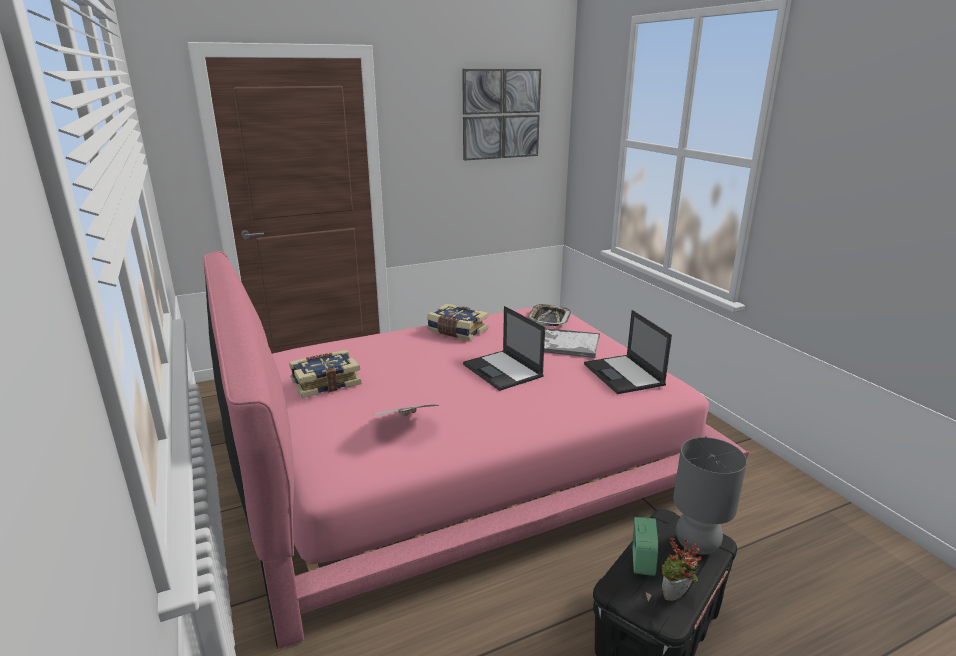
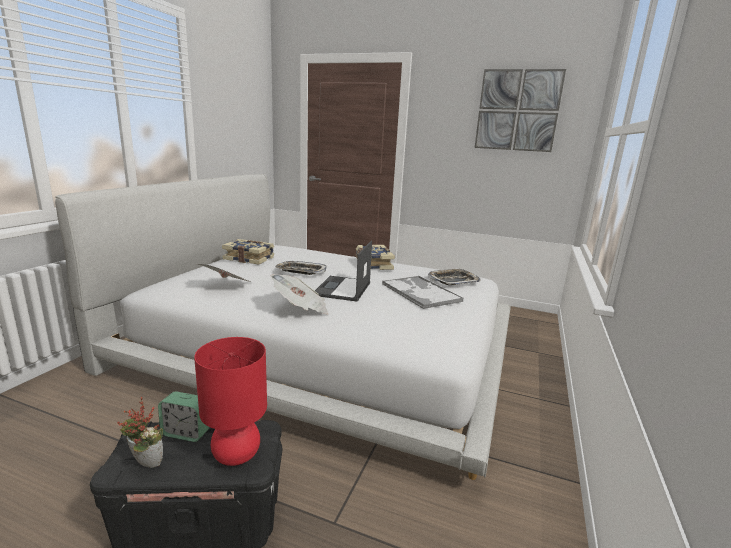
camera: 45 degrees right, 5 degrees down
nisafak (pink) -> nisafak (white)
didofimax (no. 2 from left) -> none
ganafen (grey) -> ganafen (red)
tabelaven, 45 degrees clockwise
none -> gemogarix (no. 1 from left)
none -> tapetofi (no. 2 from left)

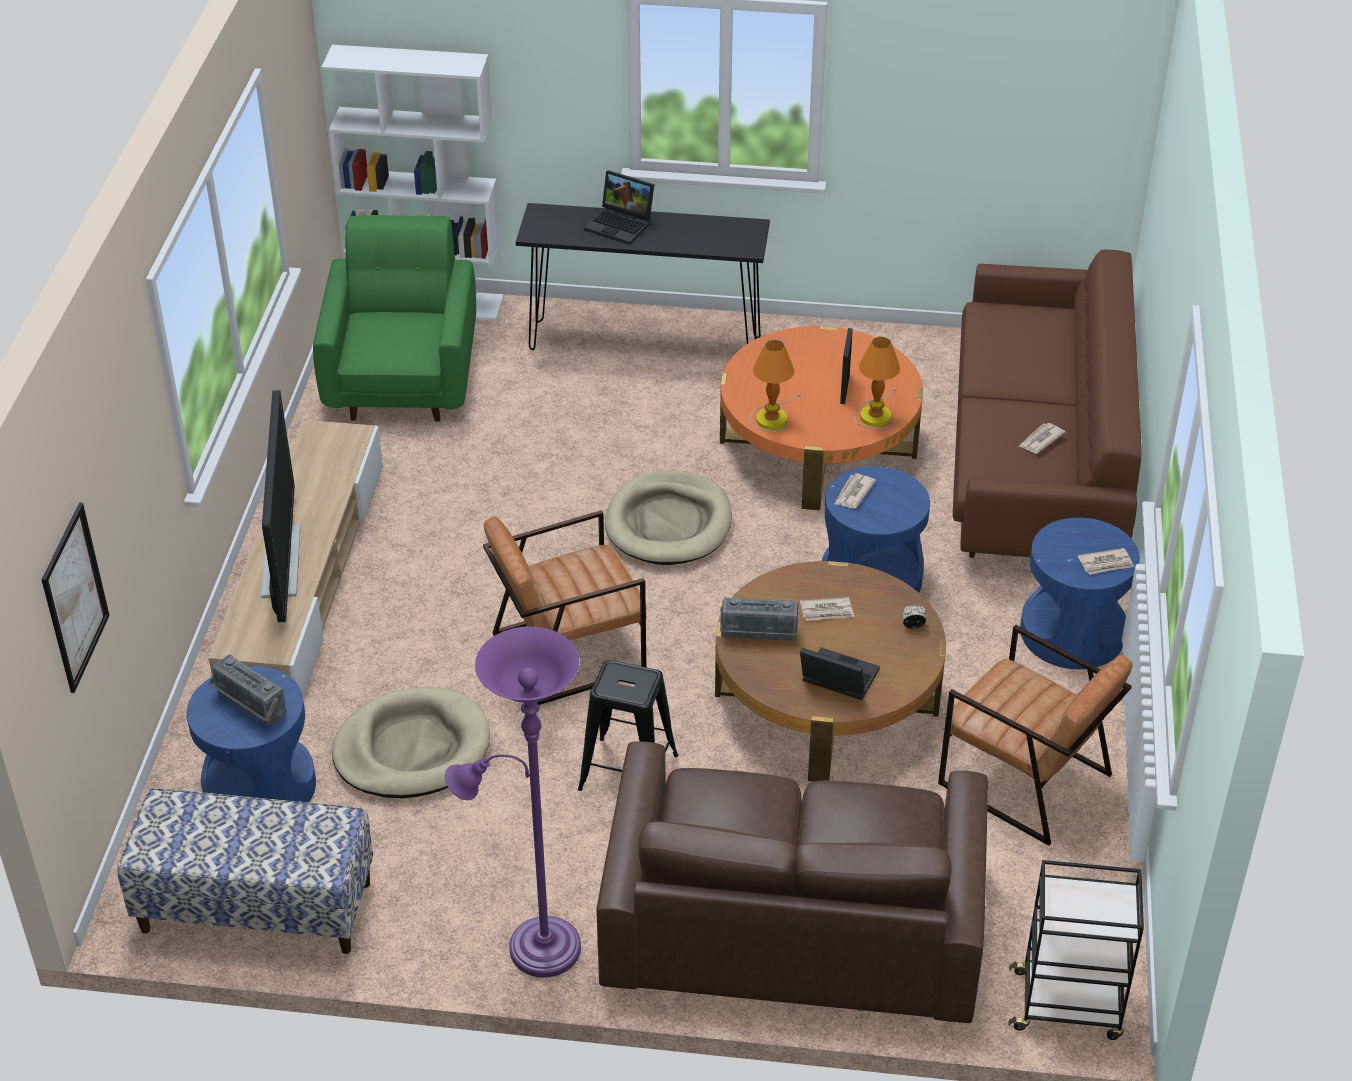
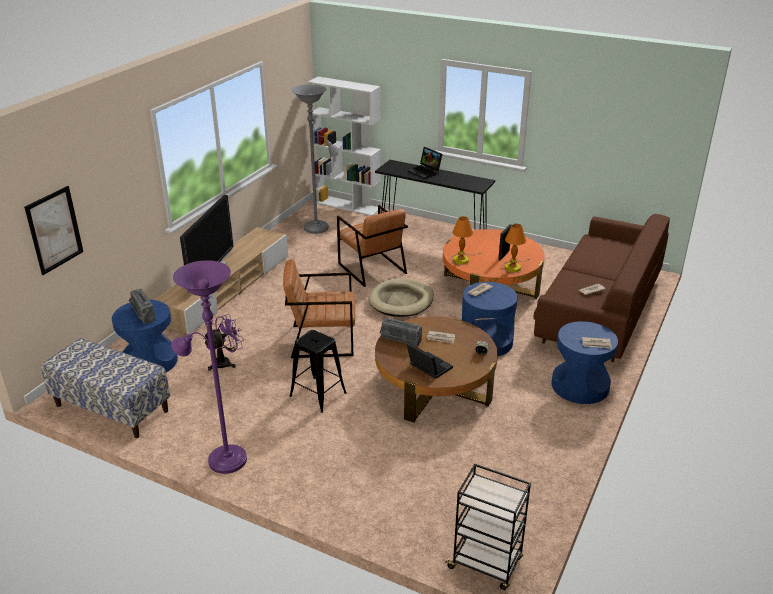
camera: 20 degrees right, 10 degrees down
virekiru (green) -> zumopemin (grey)
virekiru (brown) (no. 2 from left), relocated
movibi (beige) (no. 1 from left) -> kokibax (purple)
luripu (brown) (no. 1 from left) -> none

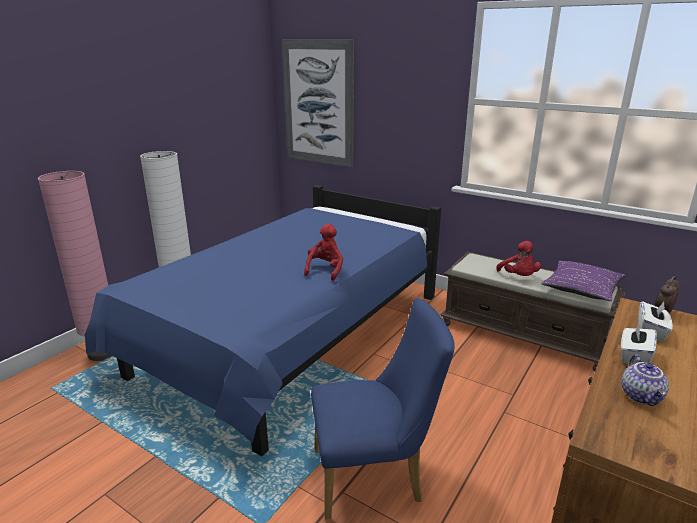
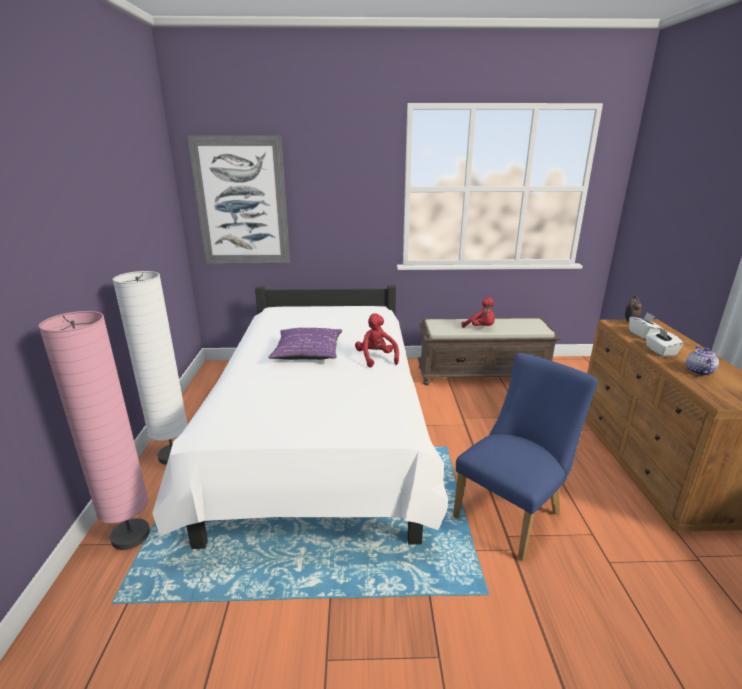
camera: 35 degrees left, 0 degrees up
nisafak (blue) -> nisafak (white)
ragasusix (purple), relocated
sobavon, 135 degrees counterclockwise

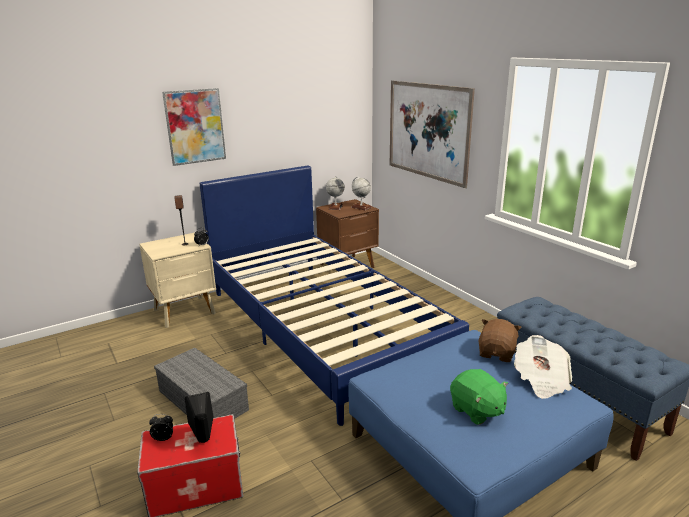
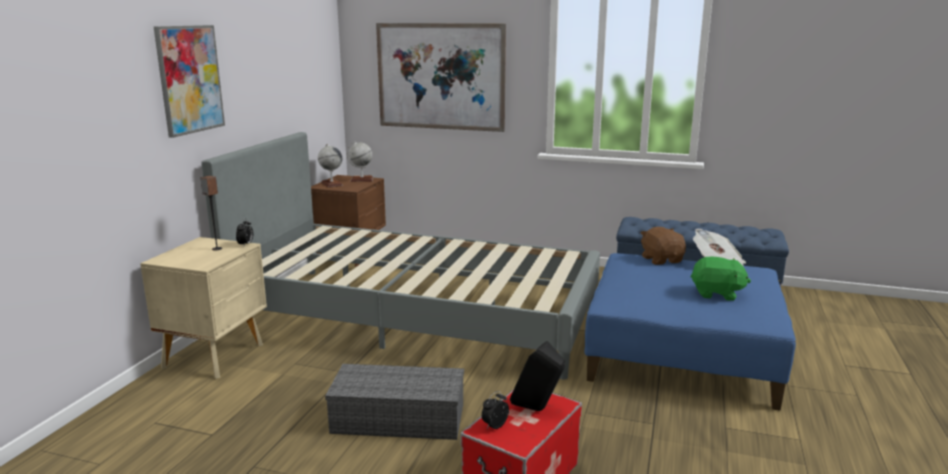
camera: 40 degrees left, 5 degrees down
nisafak (blue) -> nisafak (grey)

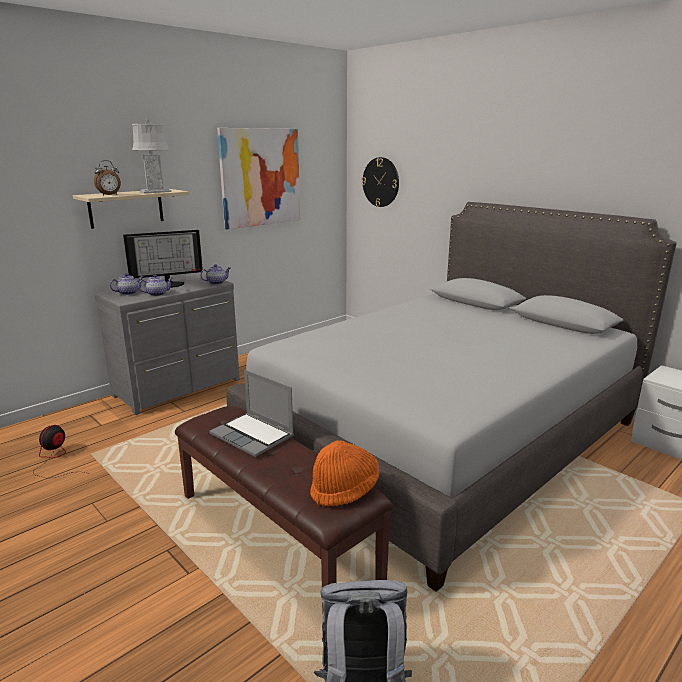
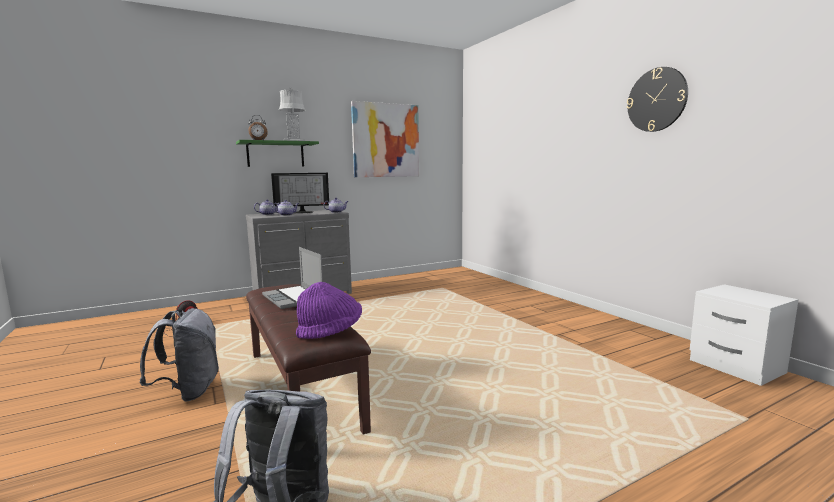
camera: 15 degrees right, 10 degrees down
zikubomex, relocated
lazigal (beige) -> lazigal (green)
nisafak (grey) -> none
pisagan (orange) -> pisagan (purple)
none -> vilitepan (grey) (no. 1 from left)

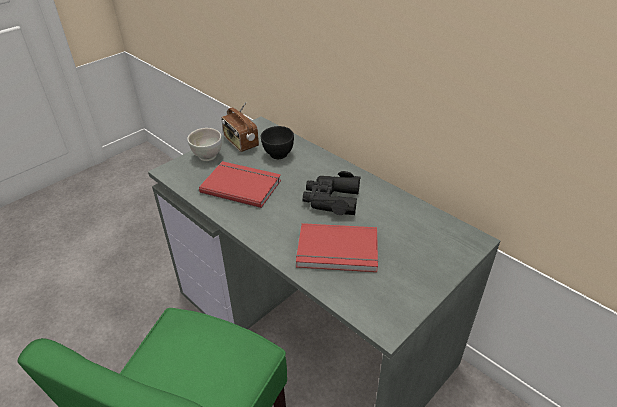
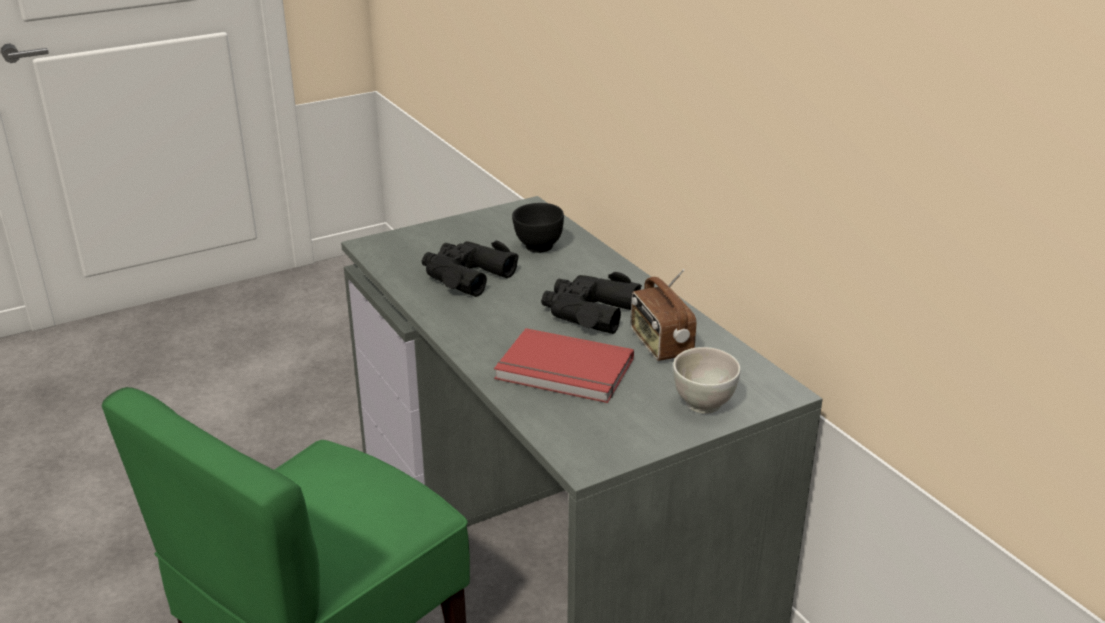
camera: 15 degrees right, 10 degrees down
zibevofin, relocated
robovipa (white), relocated
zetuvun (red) (no. 1 from left) -> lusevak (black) (no. 1 from left)

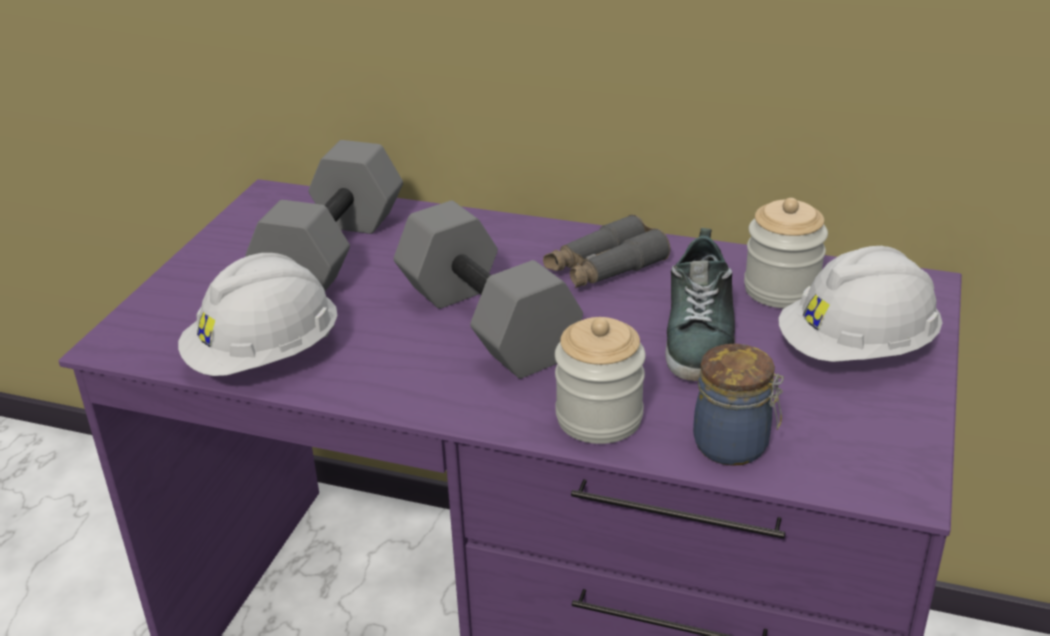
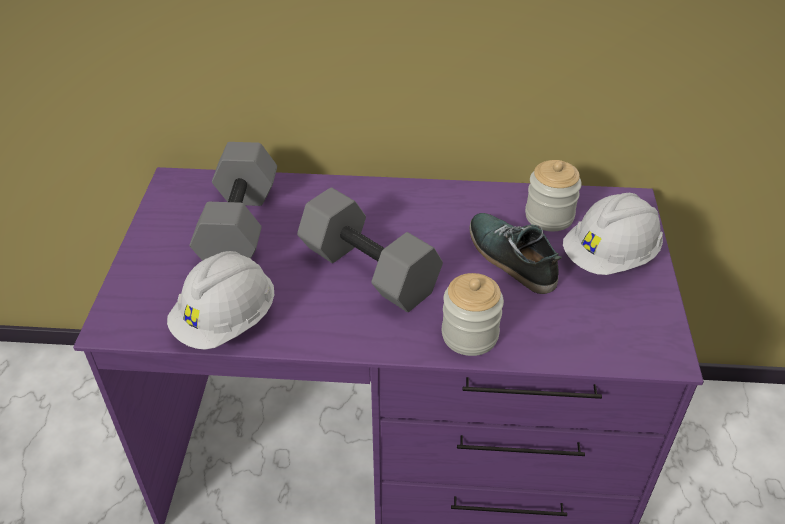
camera: 15 degrees left, 10 degrees up
lusevak (grey) -> none
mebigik, 150 degrees clockwise
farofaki (no. 2 from left) -> none

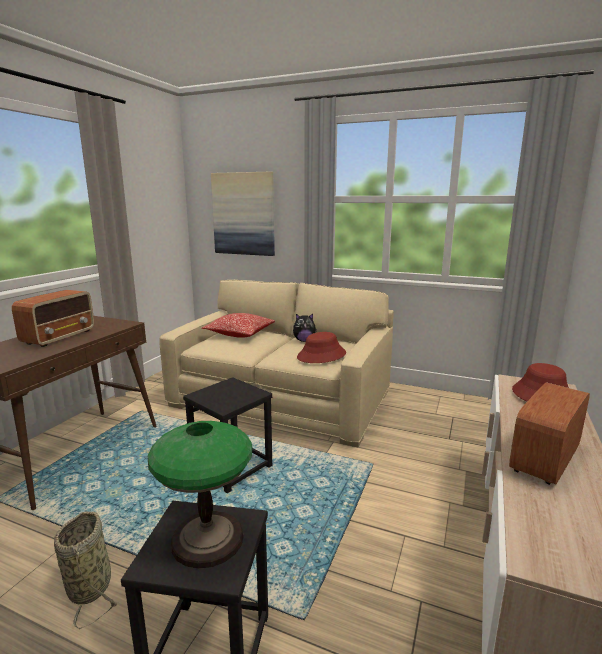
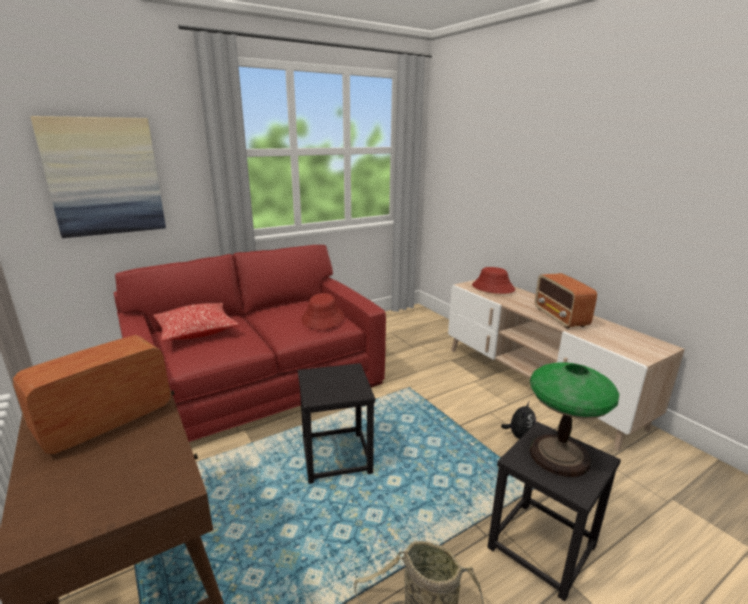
camera: 55 degrees left, 5 degrees up
luripu (beige) -> luripu (red)
zibevofin (no. 1 from left), 105 degrees counterclockwise
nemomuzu, relocated

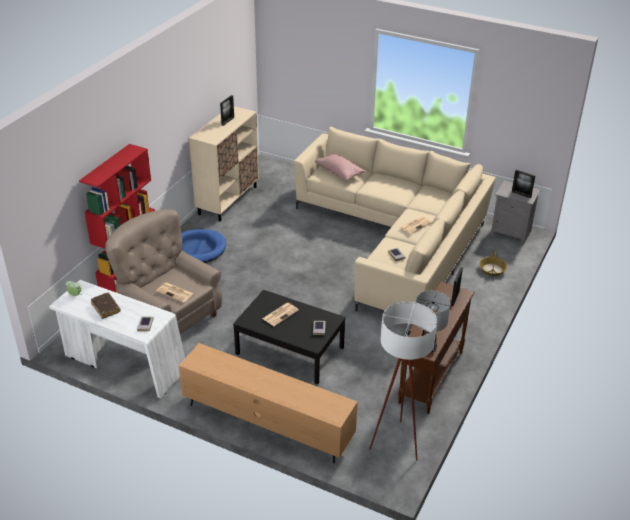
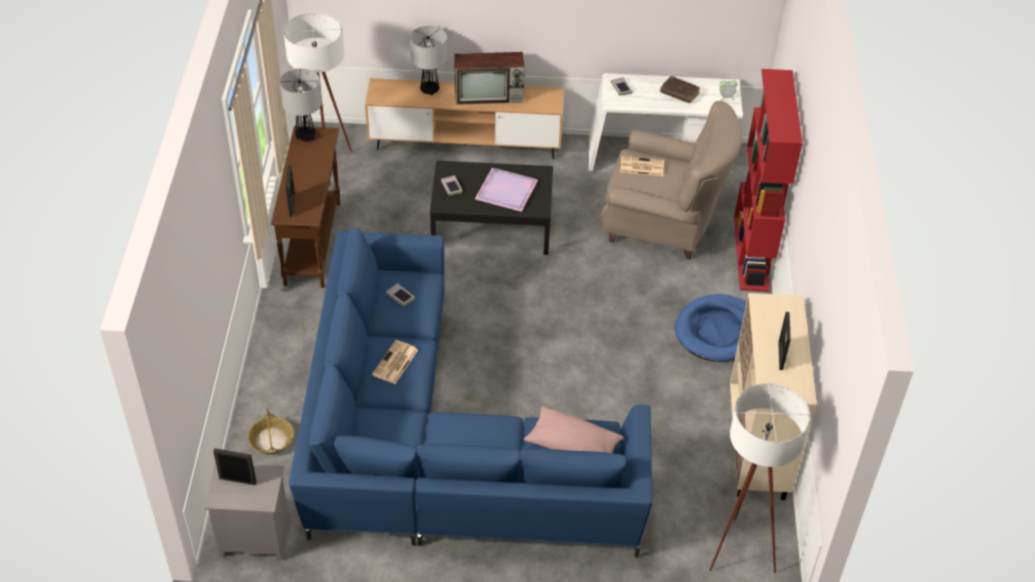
camera: 155 degrees right, 10 degrees up
luripu (beige) -> luripu (blue)
tapetofi (no. 2 from left) -> gemogarix (purple)
none -> ganafen (no. 2 from left)
none -> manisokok
none -> zumopemin (white) (no. 2 from left)

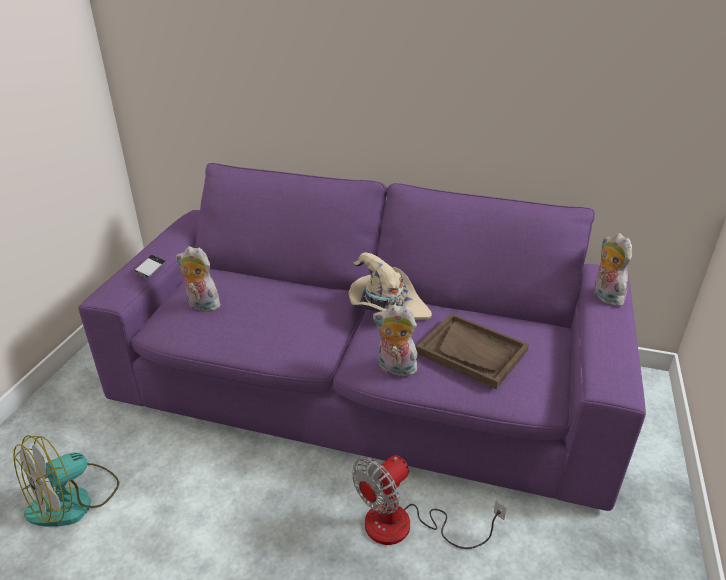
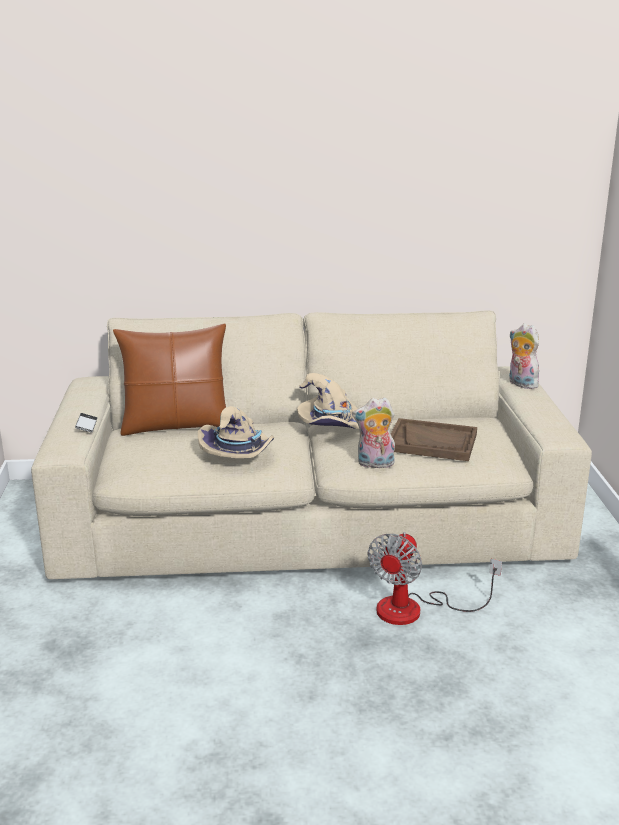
camera: 20 degrees left, 10 degrees down
luripu (purple) -> luripu (beige)
nemomuzu (no. 1 from left) -> none
kokibax (no. 1 from left) -> none
none -> ragasusix (brown)
none -> pisagan (beige) (no. 1 from left)

